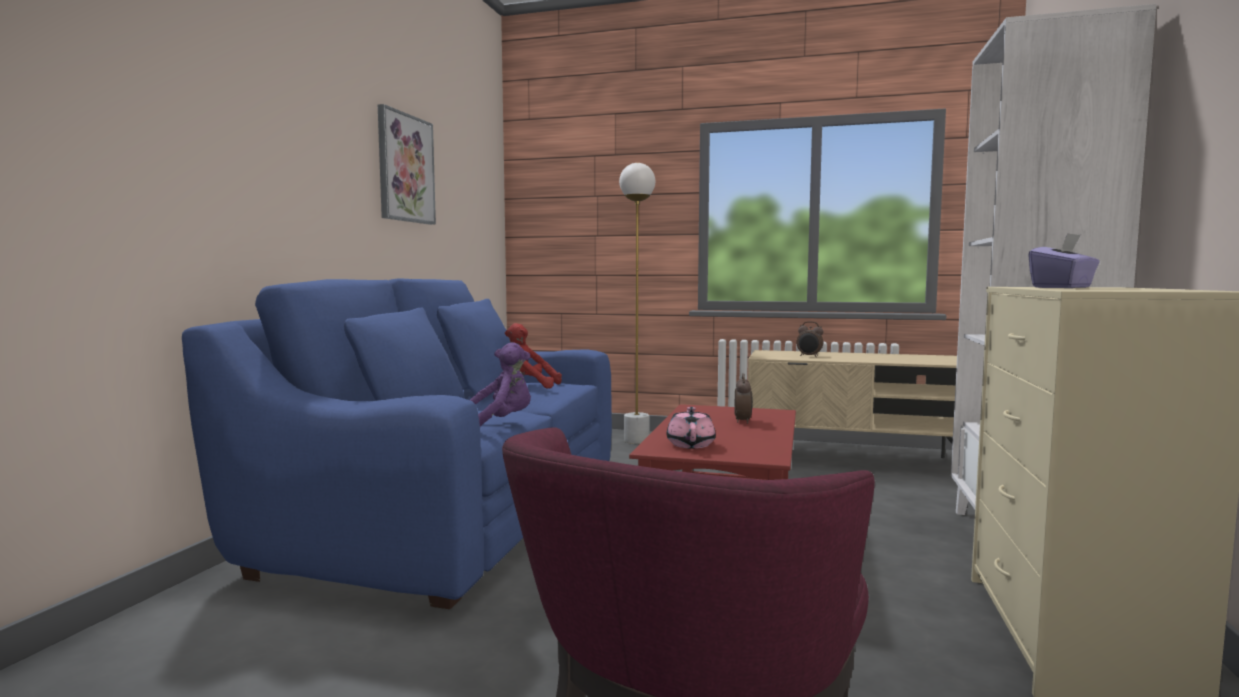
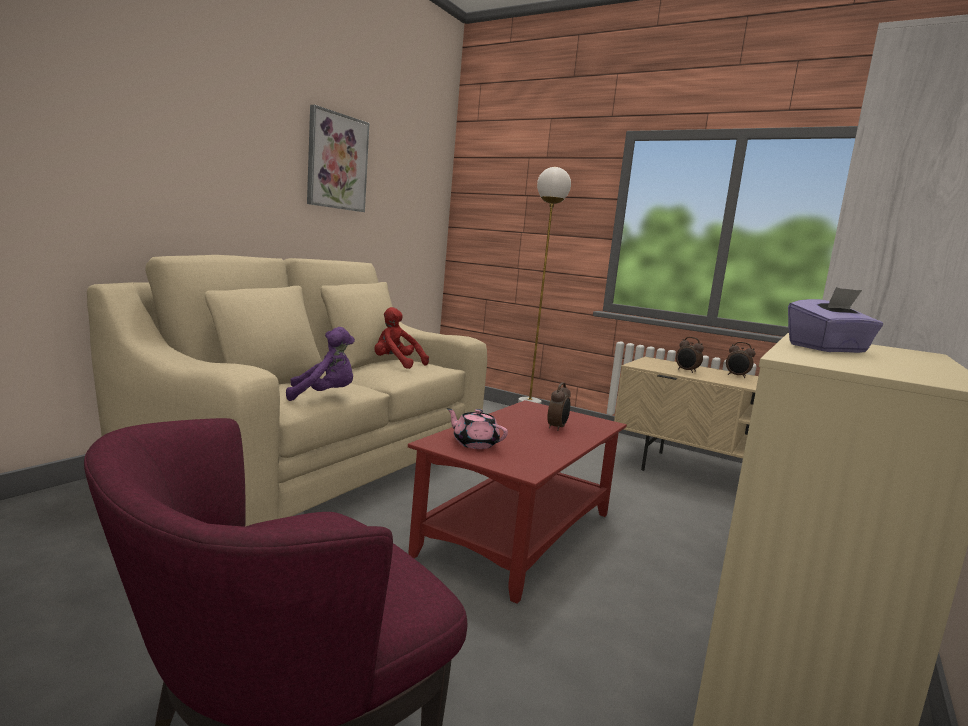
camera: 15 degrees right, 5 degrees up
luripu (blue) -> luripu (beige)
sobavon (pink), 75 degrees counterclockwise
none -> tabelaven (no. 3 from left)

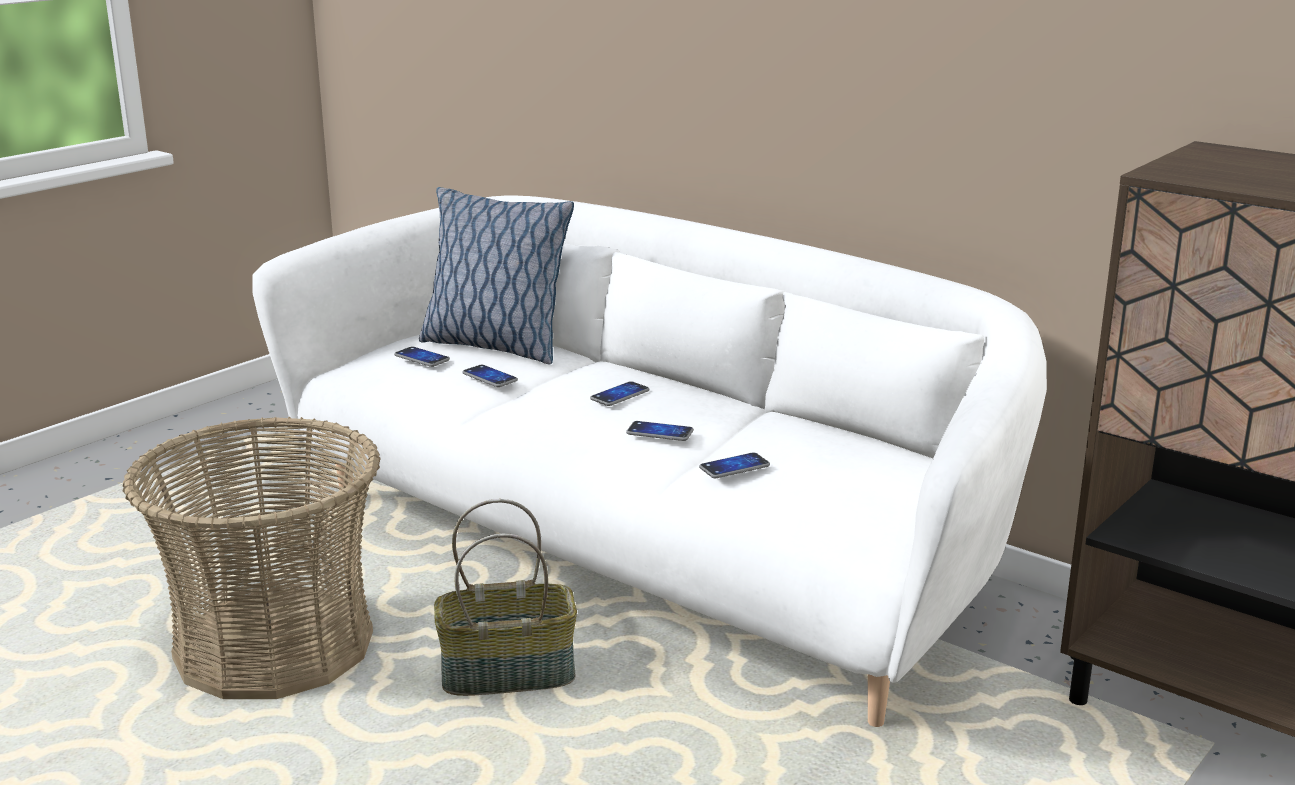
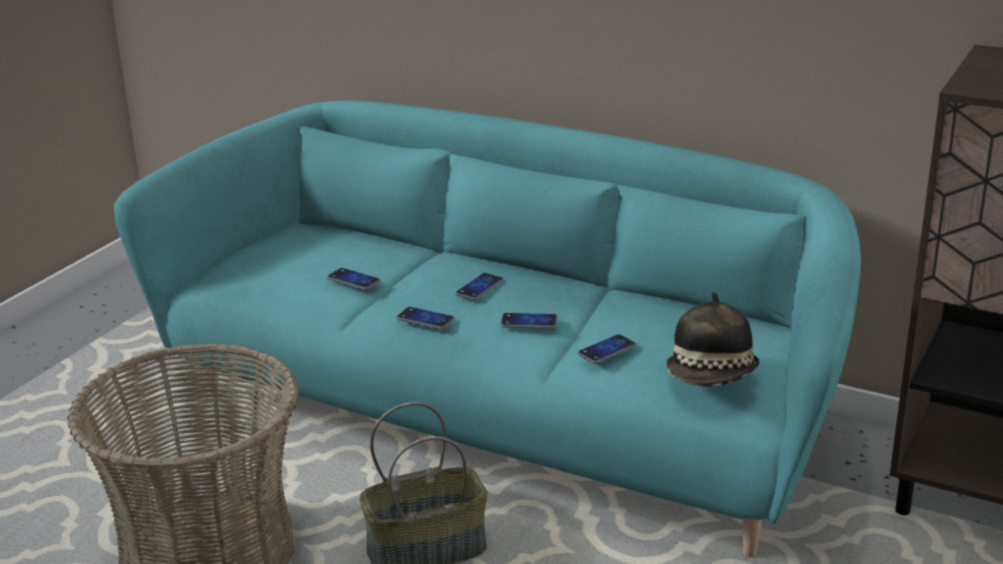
camera: 10 degrees left, 5 degrees up
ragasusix -> none
luripu (white) -> luripu (turquoise)
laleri (no. 1 from left in the first image) -> laleri (no. 2 from left), relocated
none -> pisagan

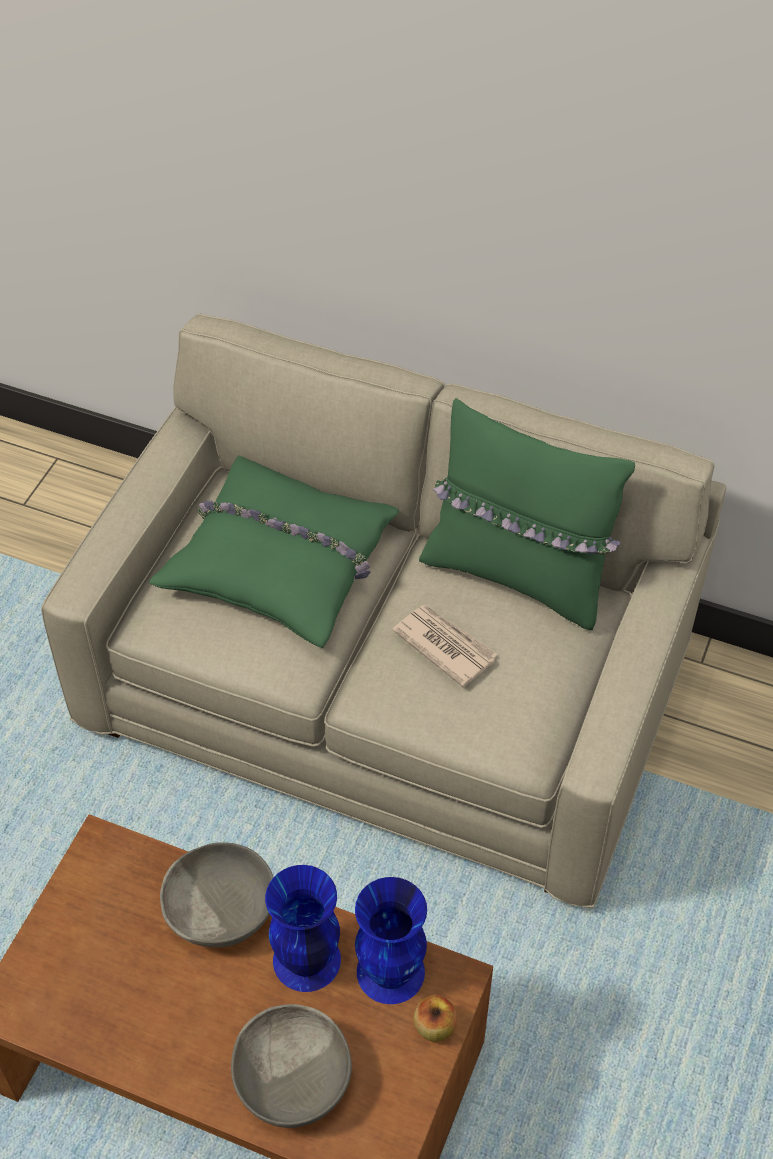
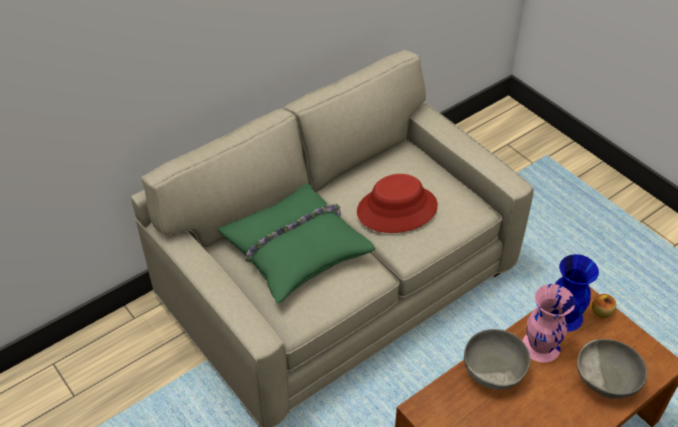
camera: 60 degrees left, 5 degrees down
ragasusix (green) (no. 2 from left) -> none
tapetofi -> pisagan (red)
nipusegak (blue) (no. 1 from left) -> nipusegak (pink)

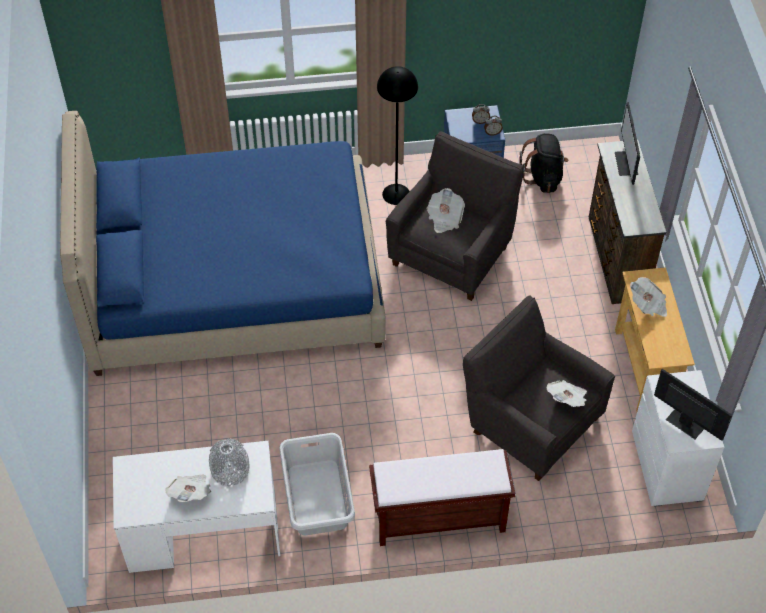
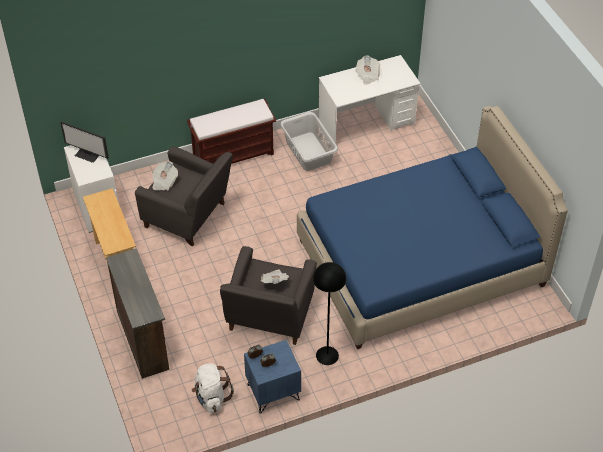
camera: 165 degrees right, 5 degrees down
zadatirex (no. 1 from left) -> none
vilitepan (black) -> vilitepan (white)
tapetofi (no. 4 from left) -> none
nipusegak (grey) -> none

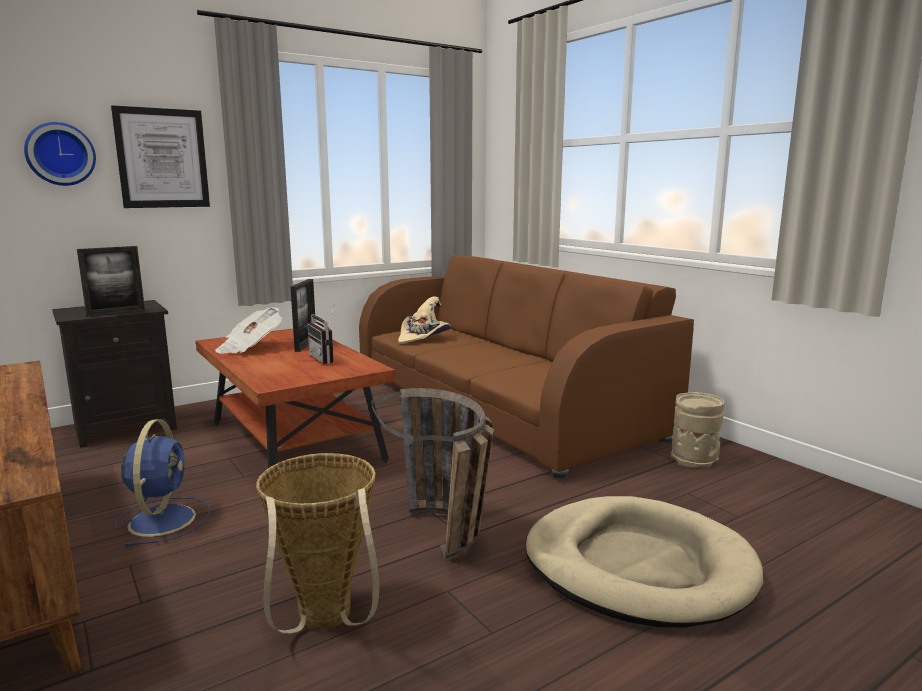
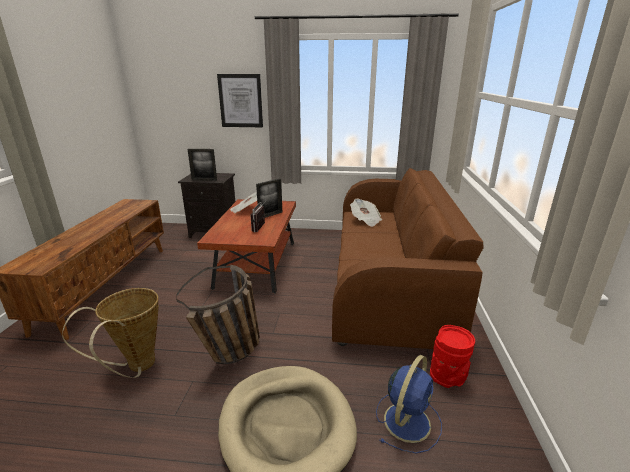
camera: 40 degrees right, 10 degrees up
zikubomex -> none
pisagan (beige) -> tapetofi (no. 2 from left)
nipusegak (beige) -> nipusegak (red)
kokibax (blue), relocated

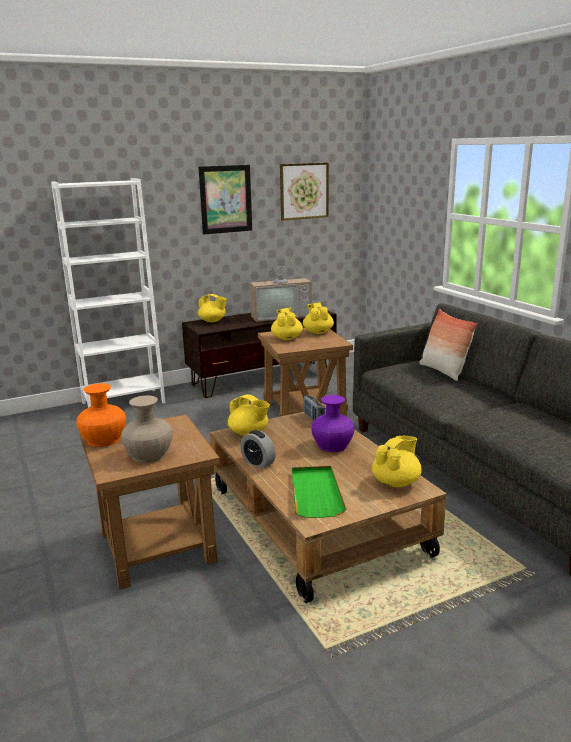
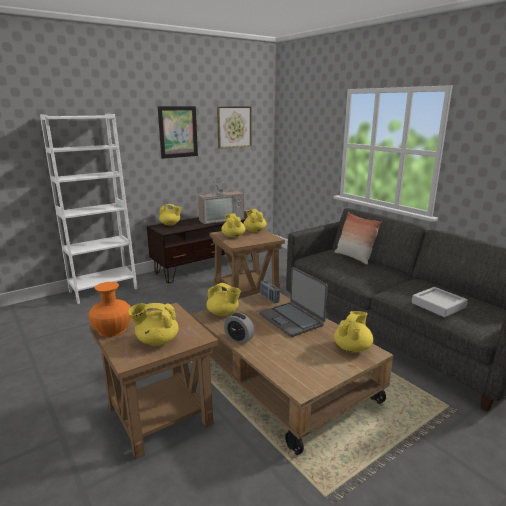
camera: 10 degrees left, 0 degrees up
nipusegak (beige) -> sobavon (yellow) (no. 1 from left)
nipusegak (purple) -> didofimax
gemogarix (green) -> none
none -> gemogarix (grey)

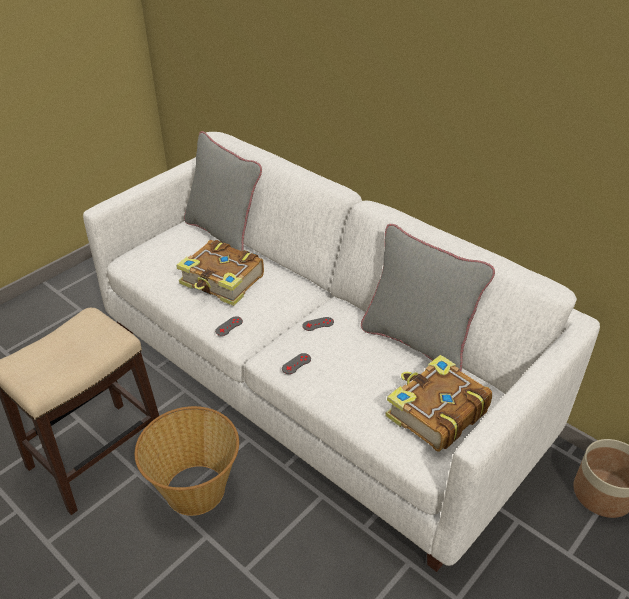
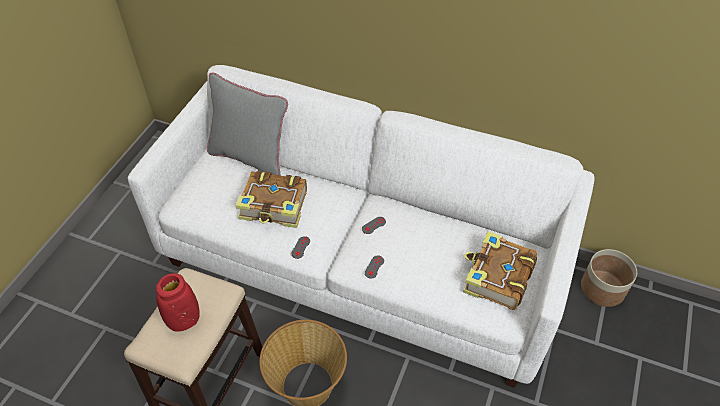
camera: 20 degrees left, 10 degrees up
ragasusix (grey) (no. 2 from left) -> none
none -> nipusegak (red)

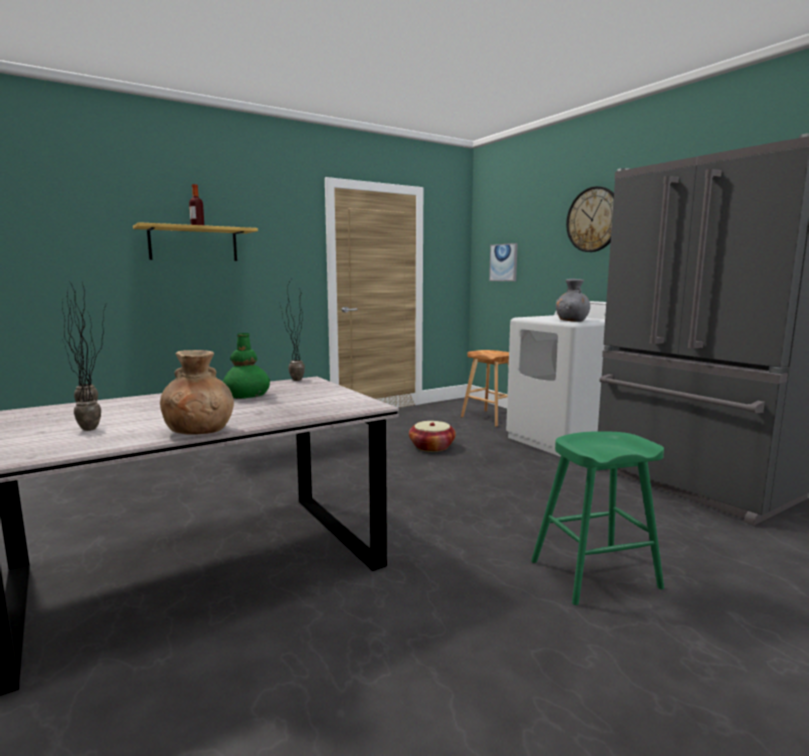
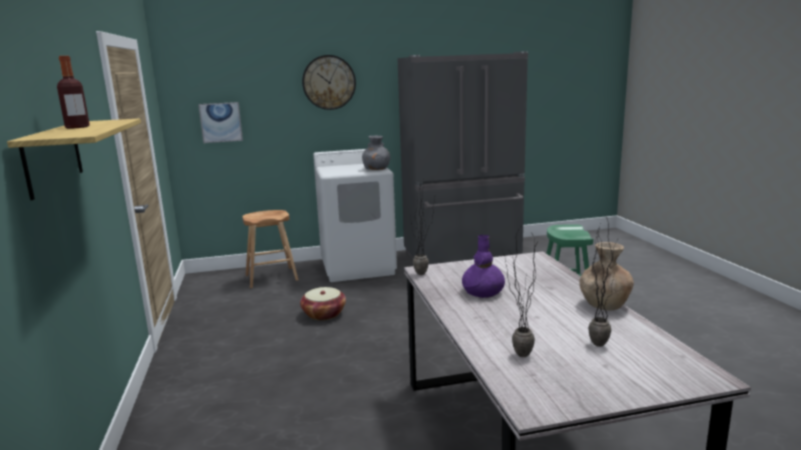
camera: 70 degrees left, 5 degrees up
nipusegak (green) -> nipusegak (purple)

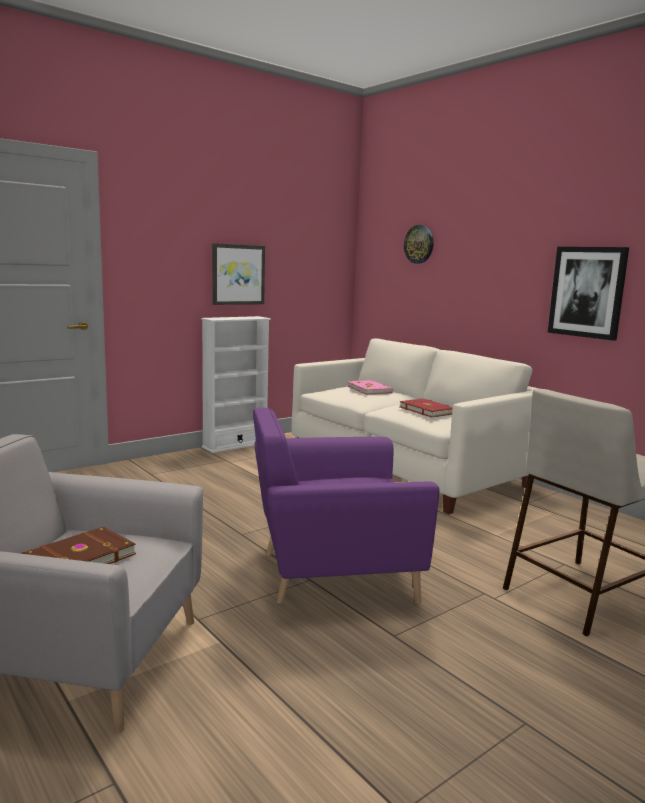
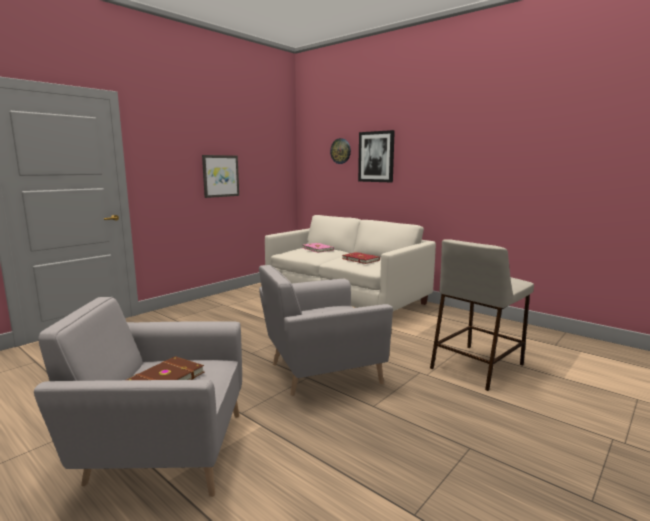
camera: 10 degrees left, 0 degrees up
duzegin (no. 2 from left), relocated
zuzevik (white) -> none
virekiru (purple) -> virekiru (grey) (no. 2 from left)

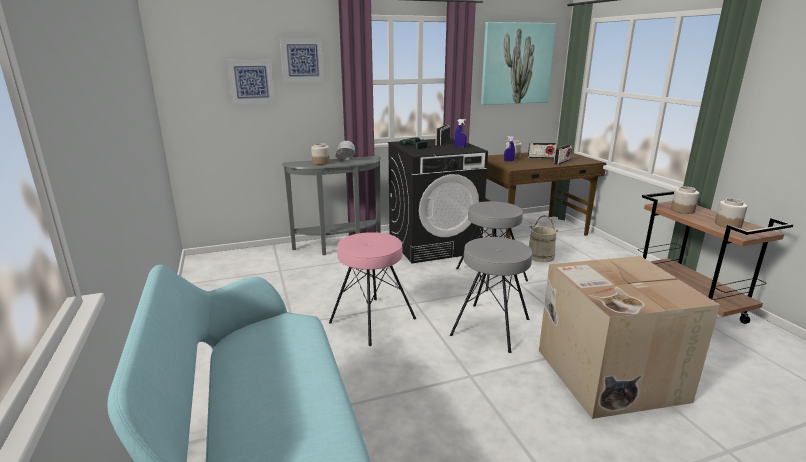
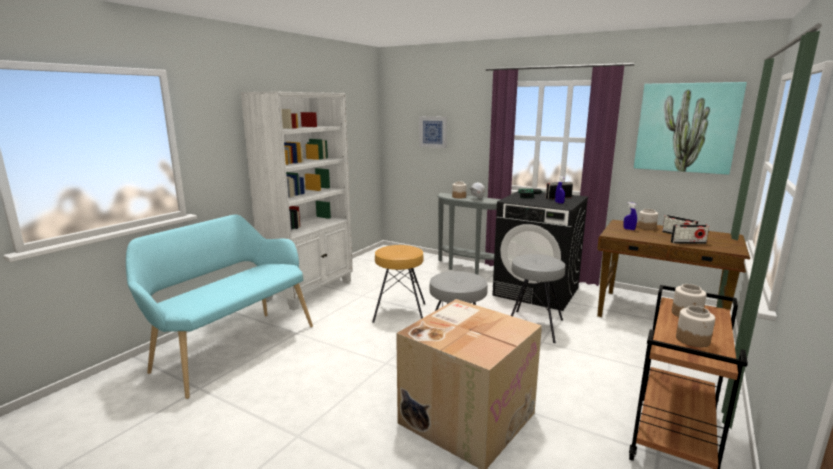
camera: 50 degrees right, 5 degrees down
duzegin (no. 2 from left) -> none
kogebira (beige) -> none
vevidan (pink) -> vevidan (brown)
none -> zuzevik (white)

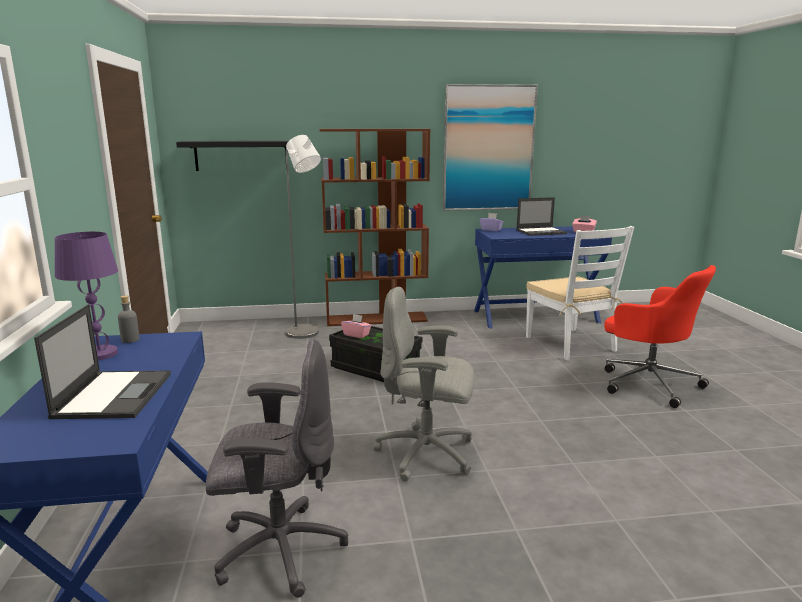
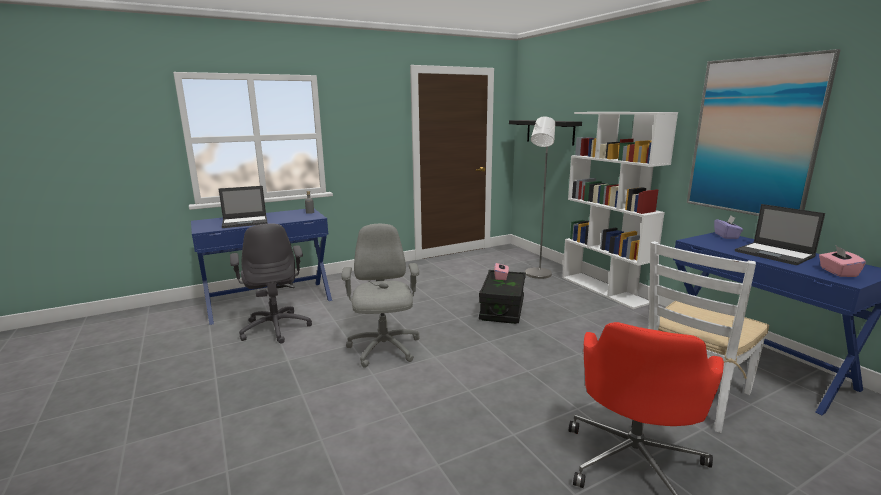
camera: 70 degrees right, 0 degrees up
zuzevik (brown) -> zuzevik (white)
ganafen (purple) -> none

